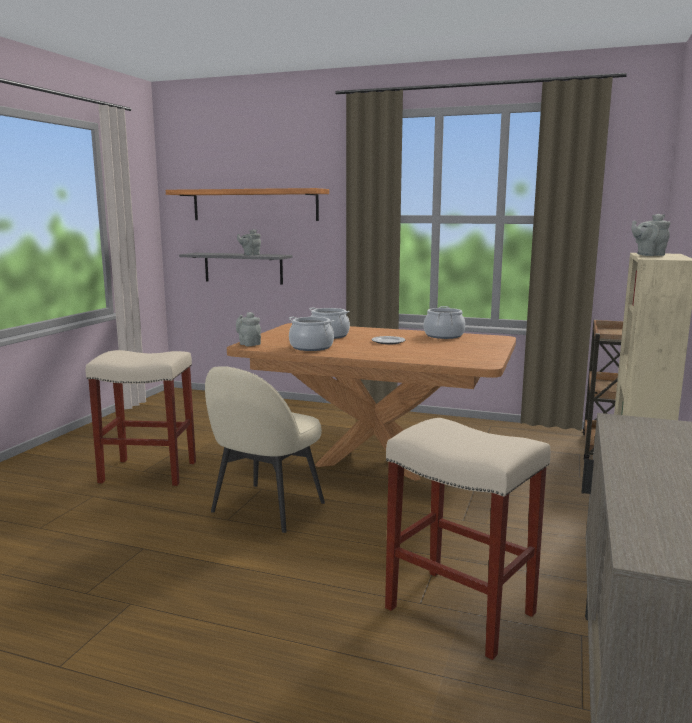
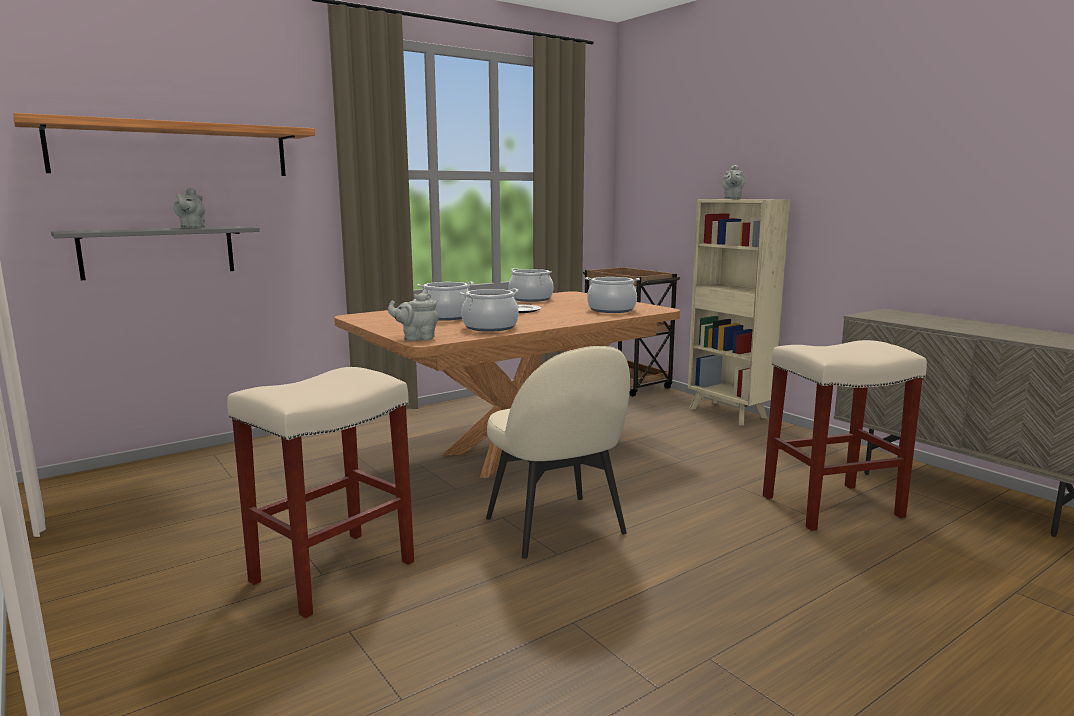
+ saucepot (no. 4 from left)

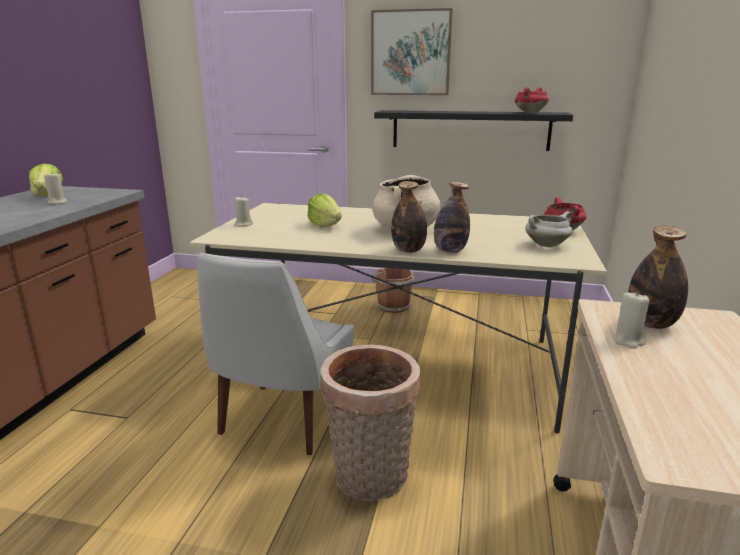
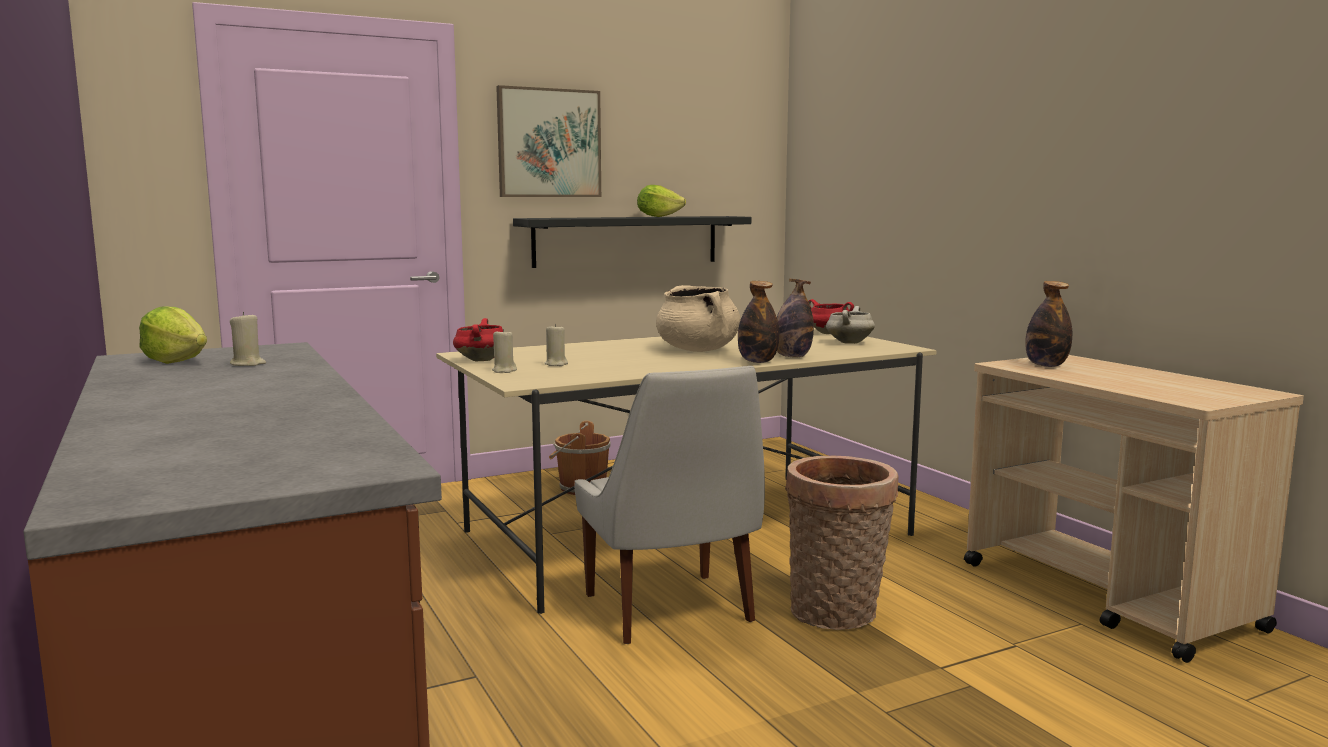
~ lettuce head (no. 2 from left)
~ saucepot in red (no. 1 from left)
~ candle in beige (no. 3 from left)

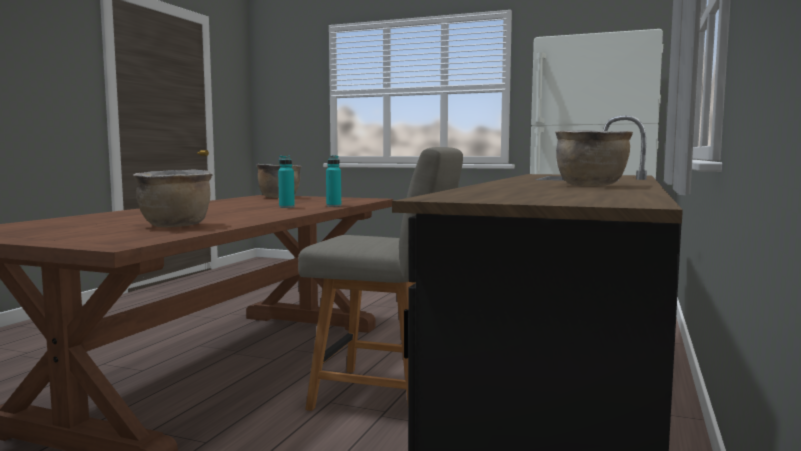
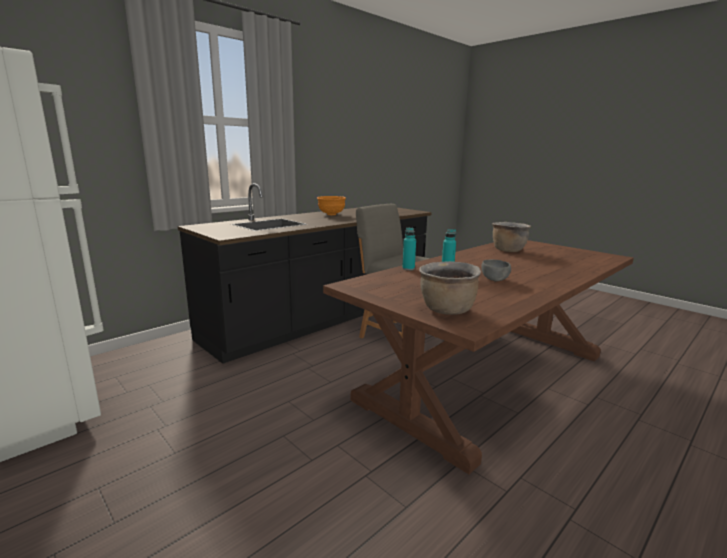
+ bowl in greyish
~ saucepot in brown (no. 3 from left) to bowl in orangey

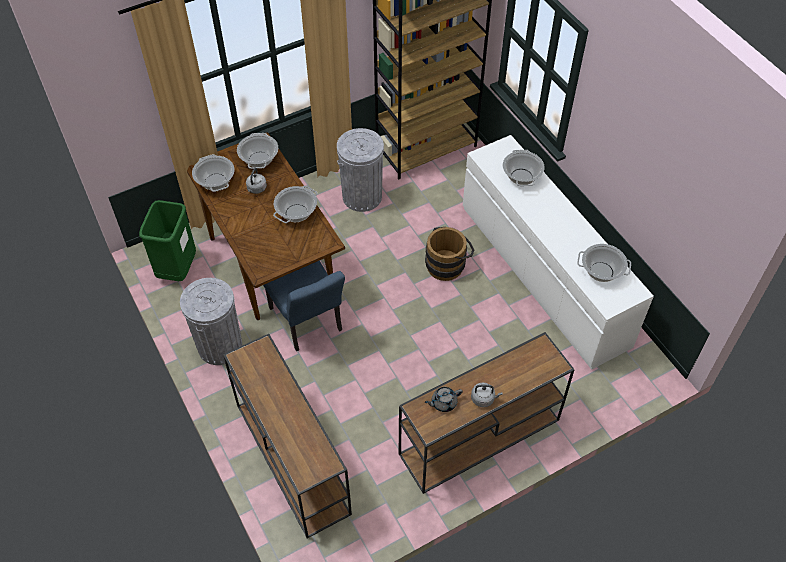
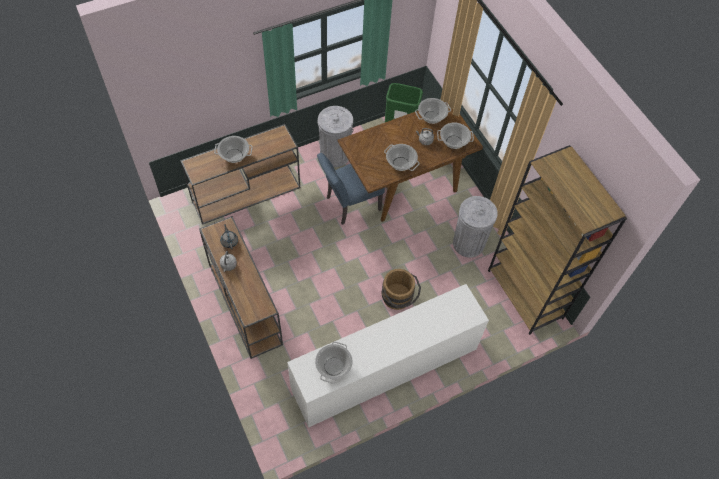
~ saucepot (no. 4 from left in the first image) to saucepot (no. 1 from left)

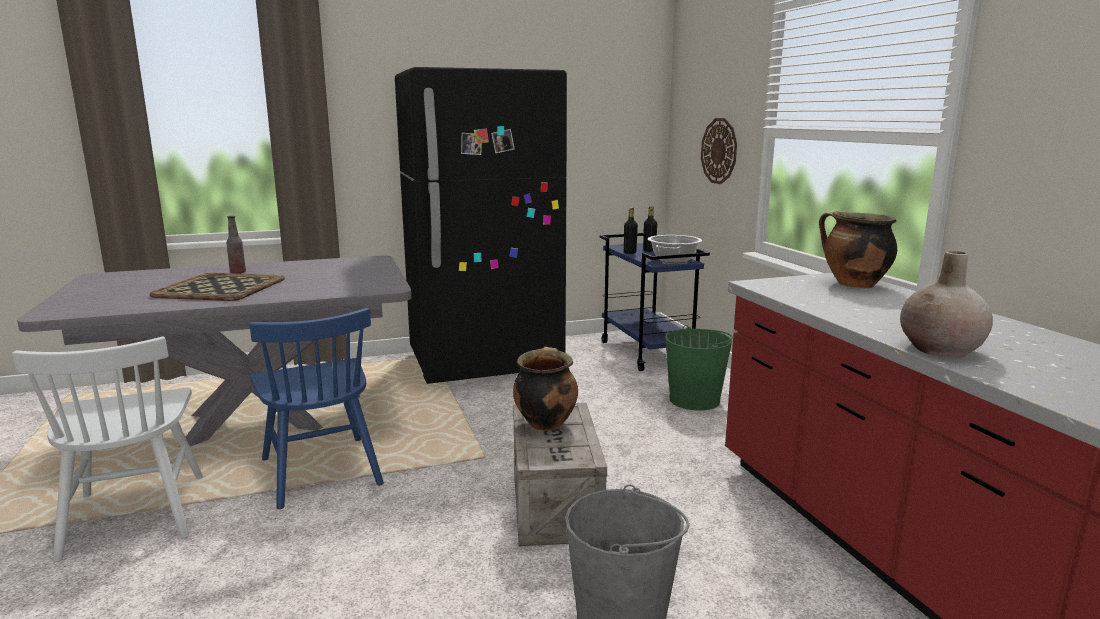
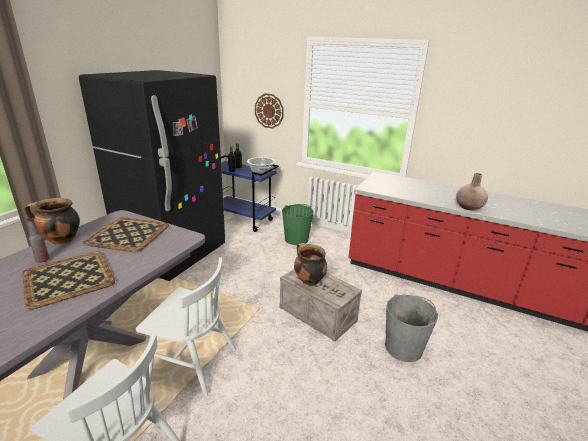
+ tray (no. 2 from left)
~ saucepot (no. 3 from left in the first image) to saucepot (no. 1 from left)
~ upright chair in blue-coloured to upright chair in white (no. 2 from left)

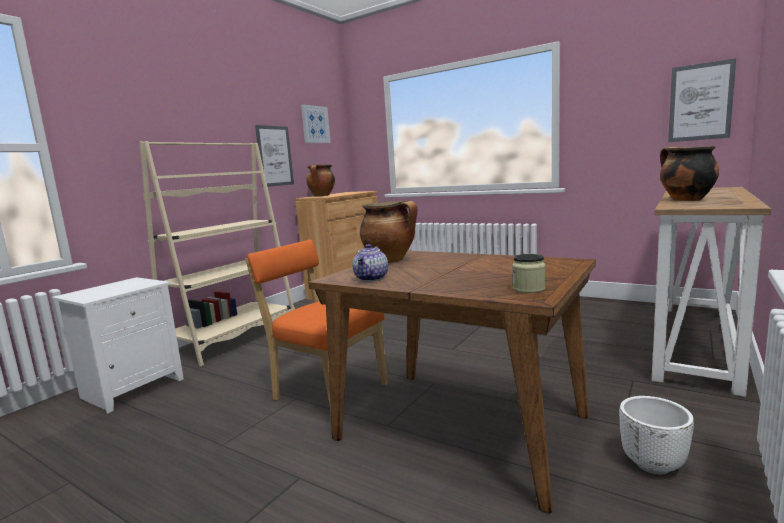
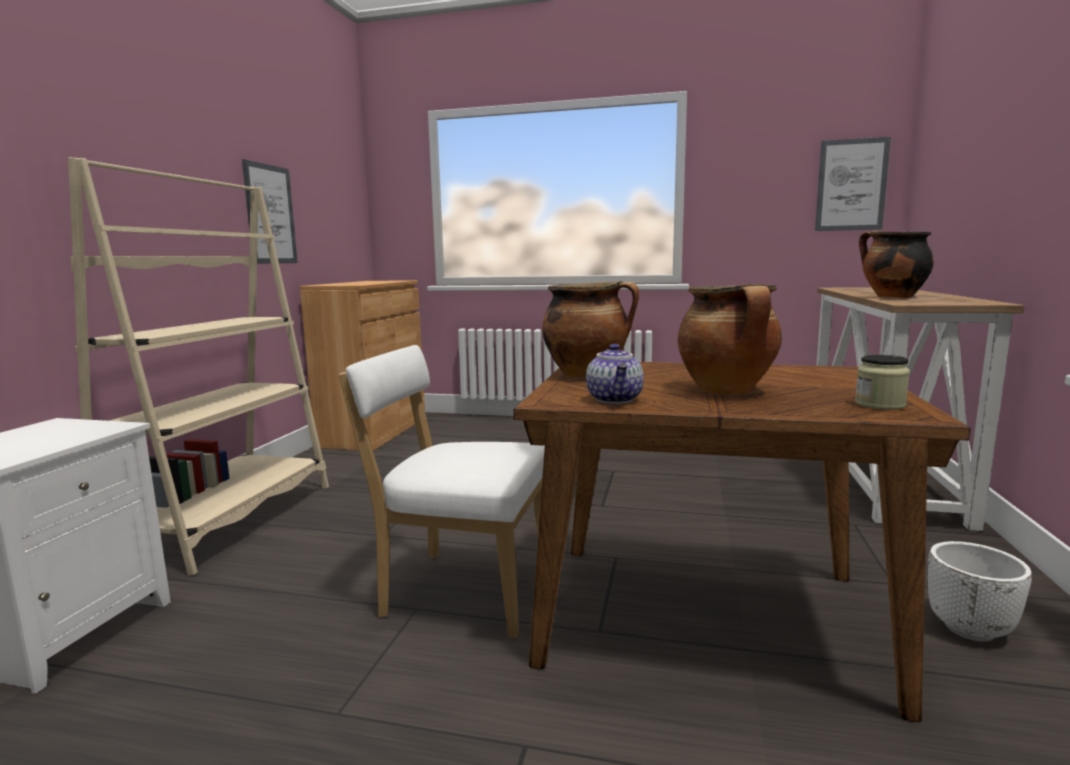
- picture (no. 2 from left)
~ saucepot (no. 1 from left in the first image) to saucepot (no. 2 from left)
~ upright chair in orangey to upright chair in white

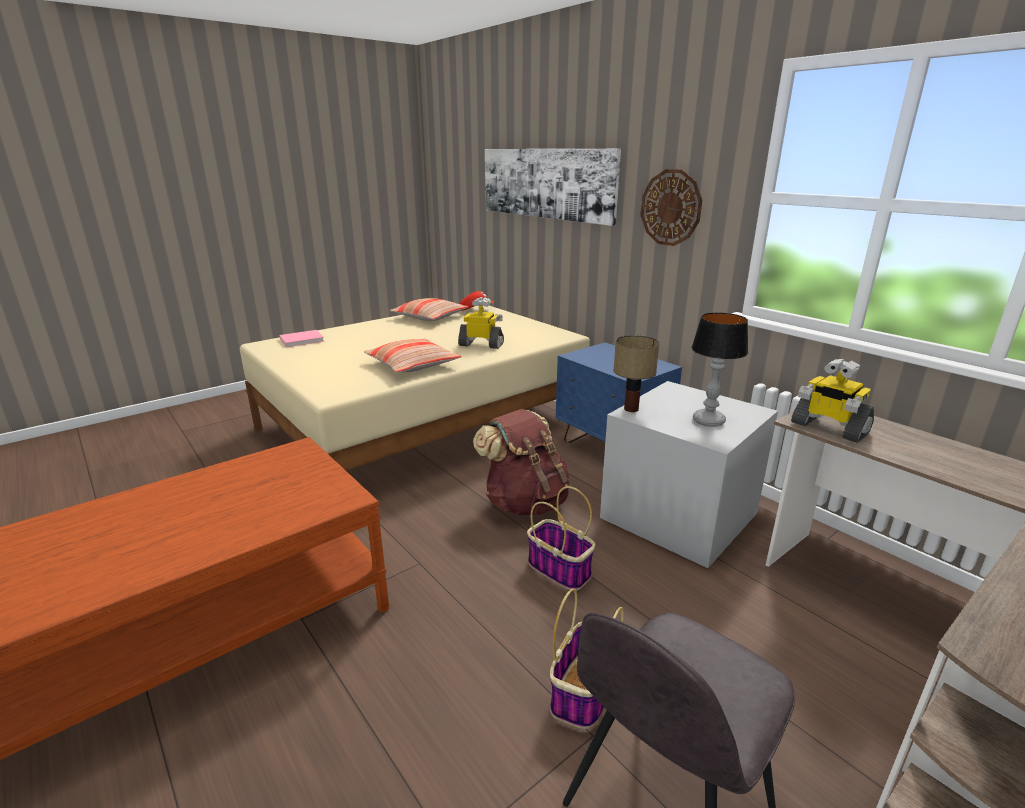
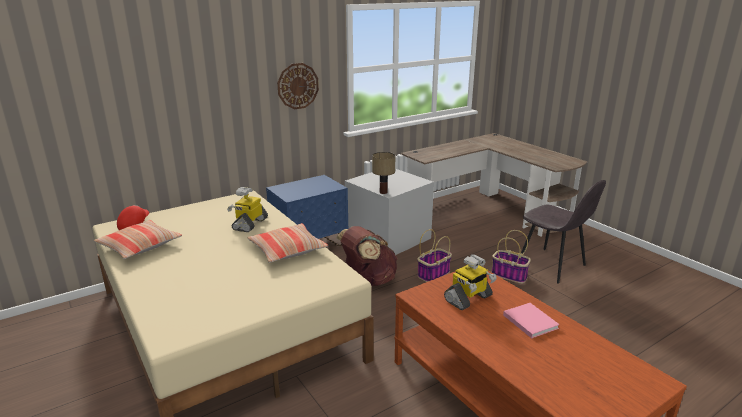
- picture
- lamp for a table (no. 2 from left)
~ book in pink
~ toy robot (no. 2 from left)

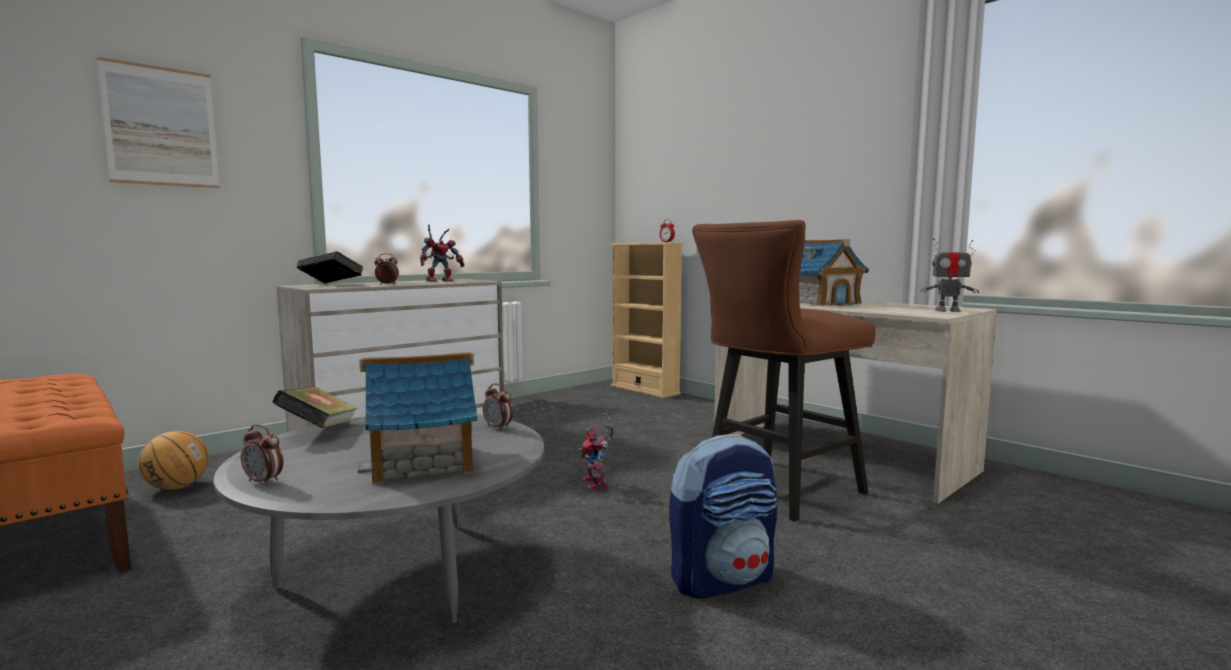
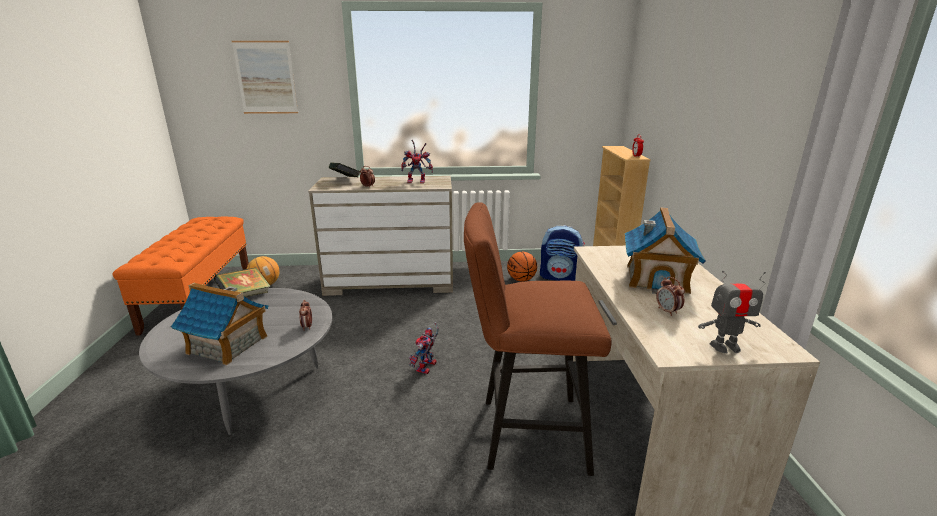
+ basketball (no. 2 from left)
~ alarm clock (no. 1 from left in the first image) to alarm clock (no. 4 from left)
~ backpack
~ toy robot (no. 3 from left) 60 degrees counterclockwise

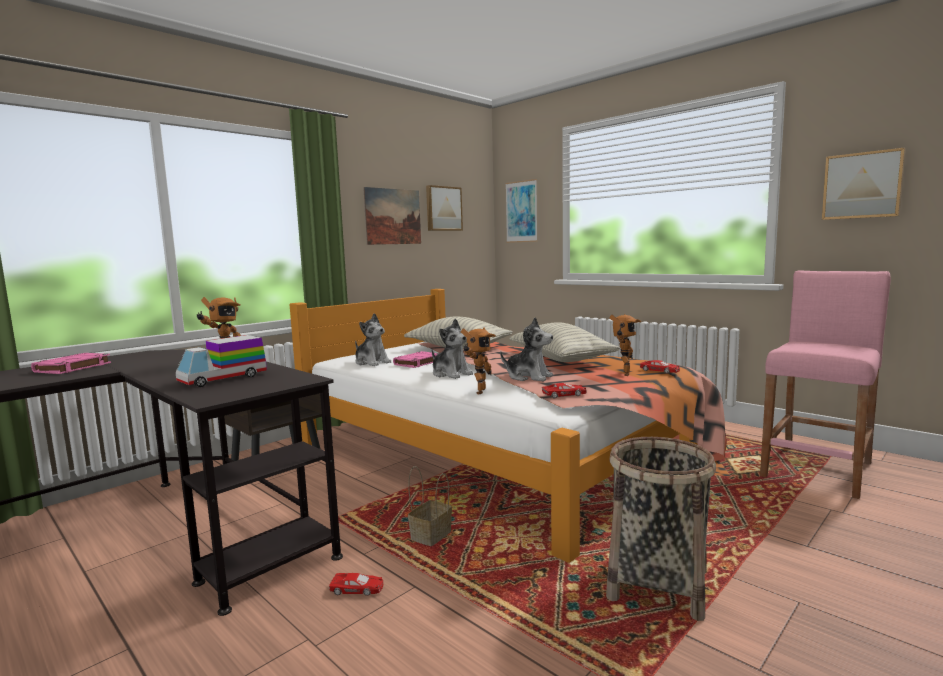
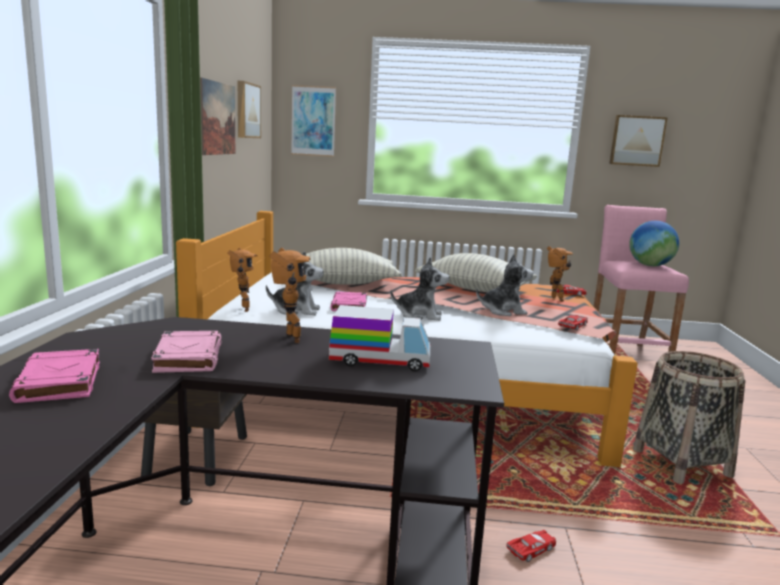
- basket (no. 1 from left)
+ book in pink (no. 2 from left)
+ globe
~ toy robot (no. 2 from left in the first image) to toy robot (no. 1 from left)
~ toy truck 90 degrees counterclockwise

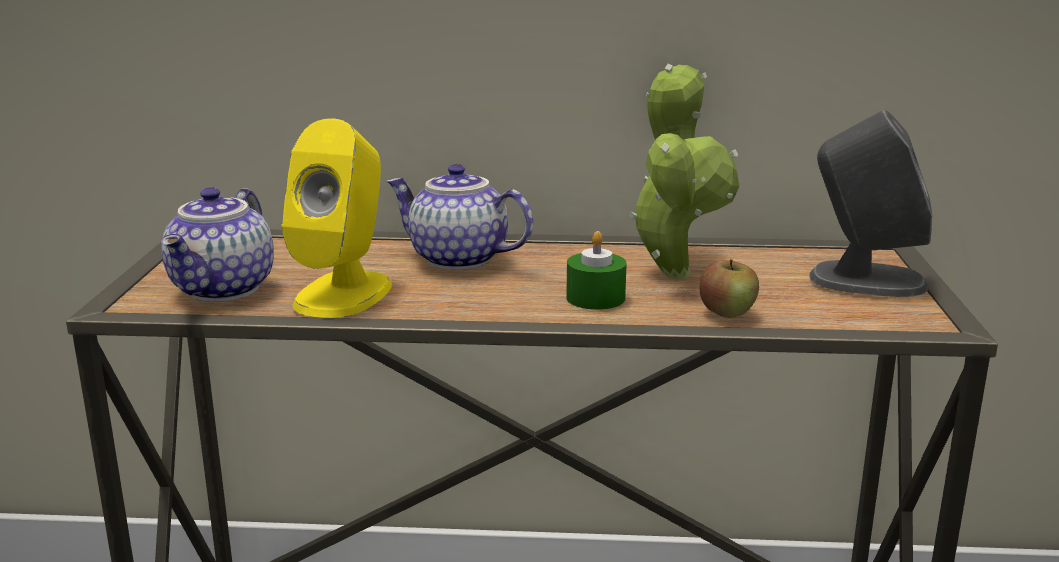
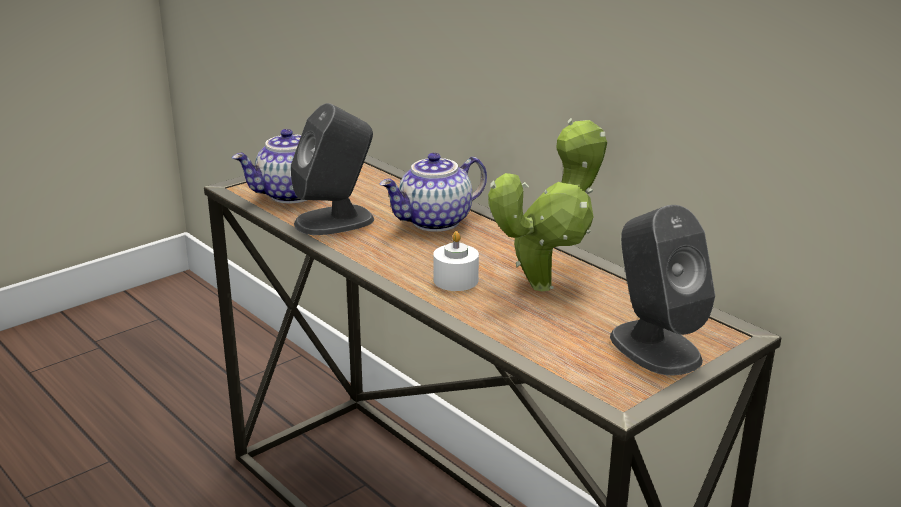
- apple
~ loudspeaker in yellow to loudspeaker in greyish (no. 1 from left)
~ candle in green to candle in white
~ pot for tea (no. 2 from left) 105 degrees counterclockwise

